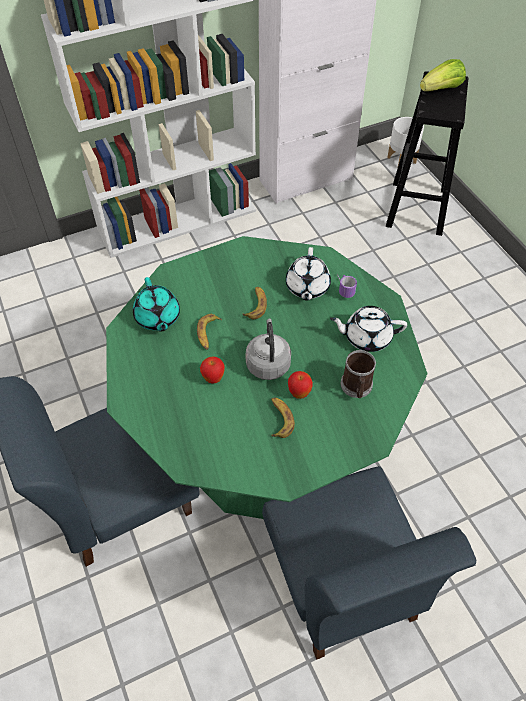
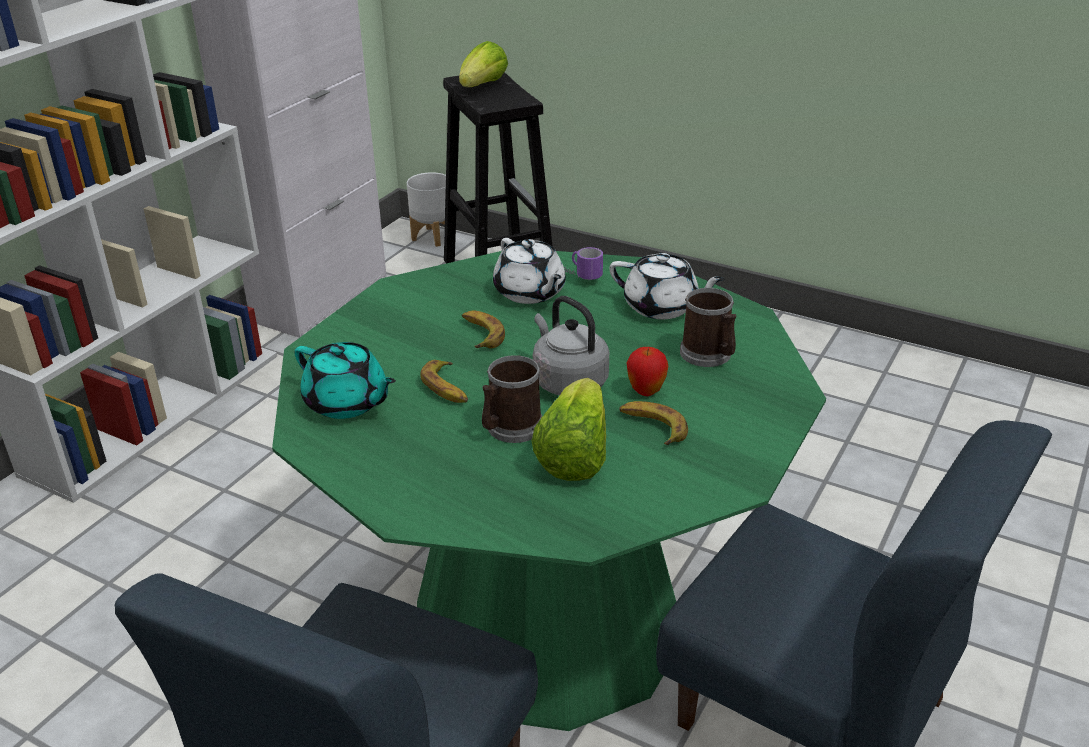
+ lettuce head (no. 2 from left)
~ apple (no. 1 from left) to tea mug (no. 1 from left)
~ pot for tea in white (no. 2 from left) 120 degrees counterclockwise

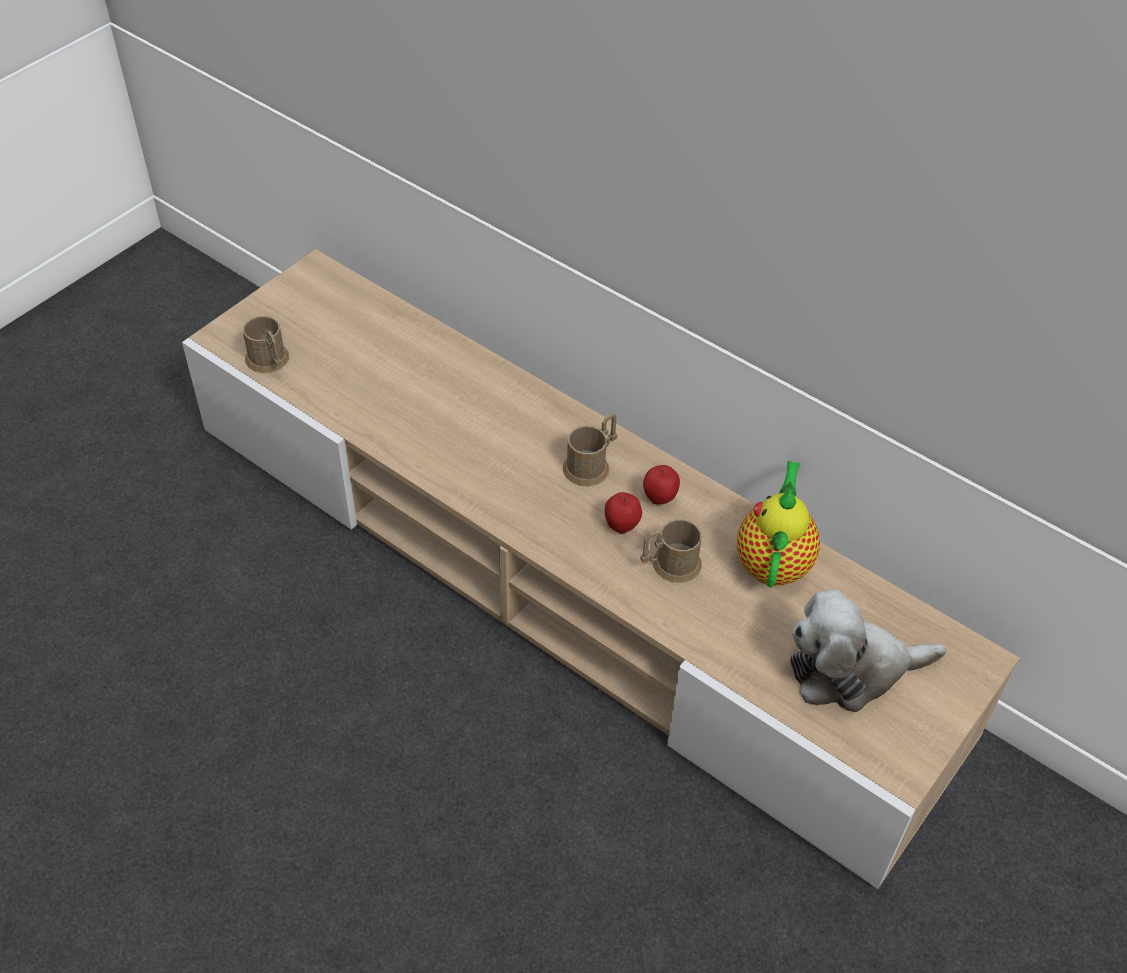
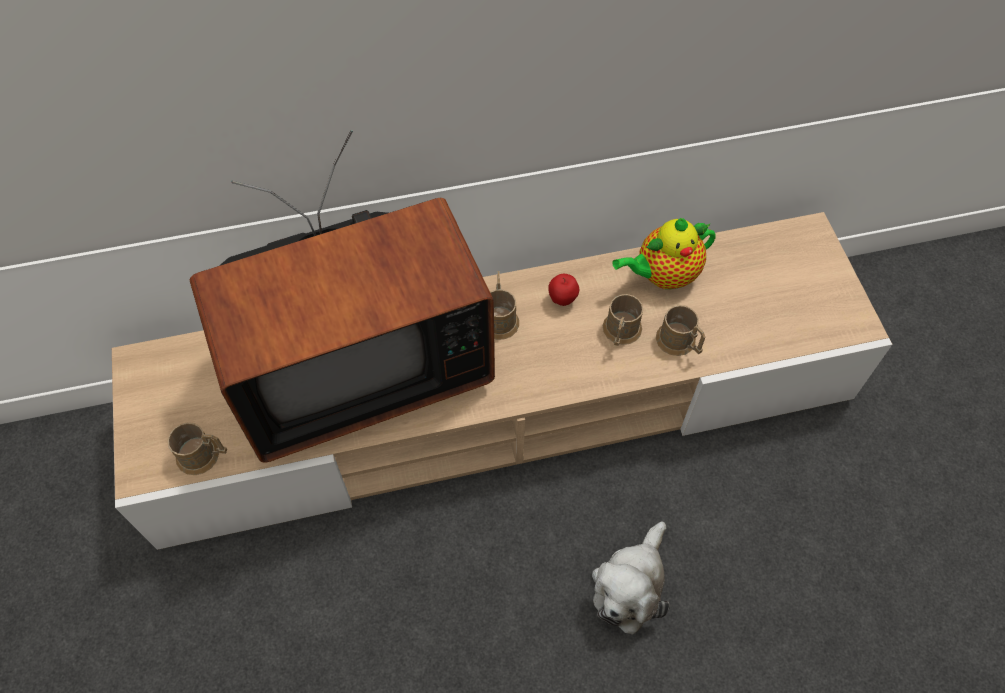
- apple (no. 1 from left)
+ television
+ tea mug in brown (no. 4 from left)
~ cuddly toy
~ pot for tea 75 degrees counterclockwise

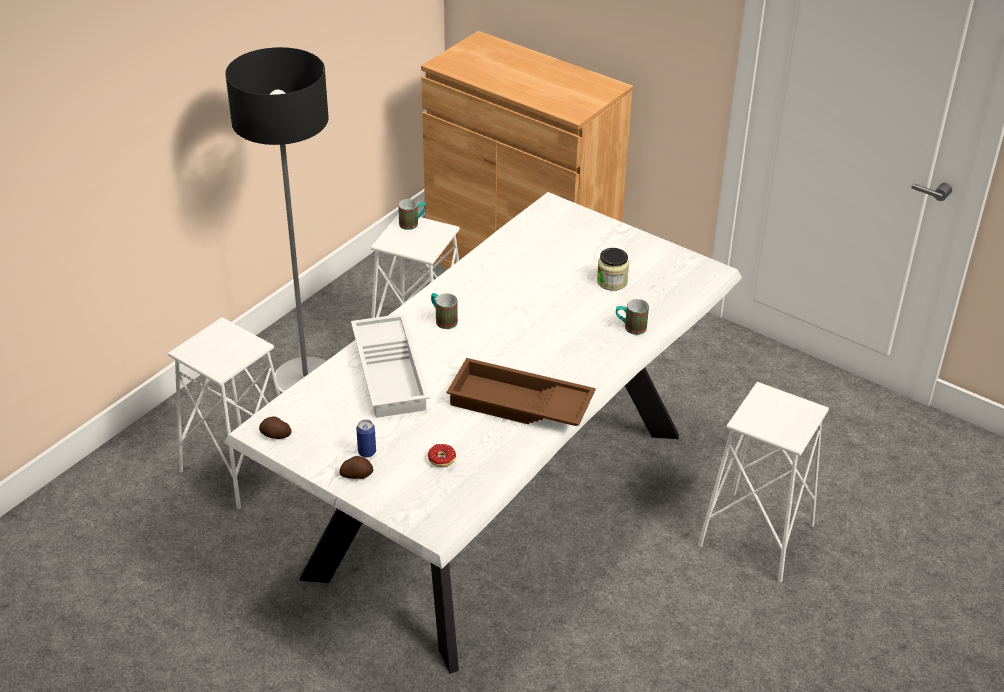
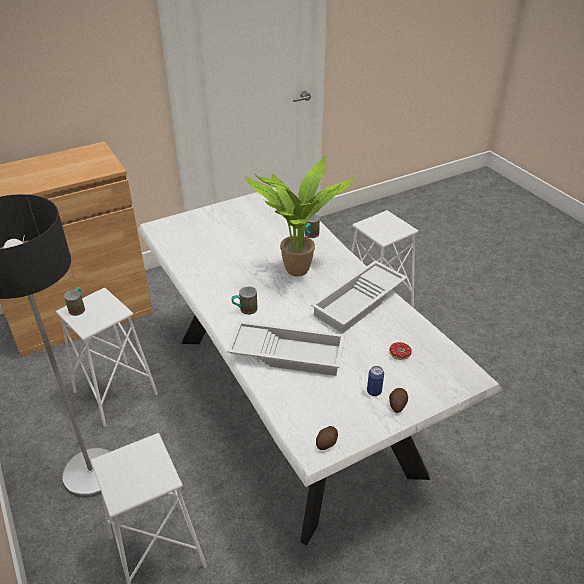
- jar
+ potted plant
~ tray in brown to tray in white (no. 2 from left)

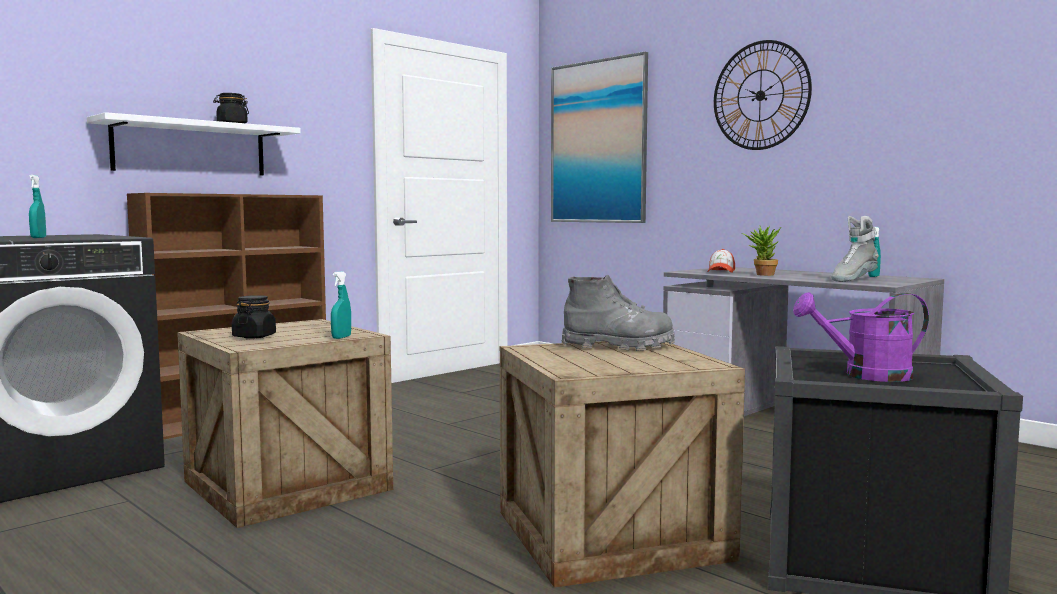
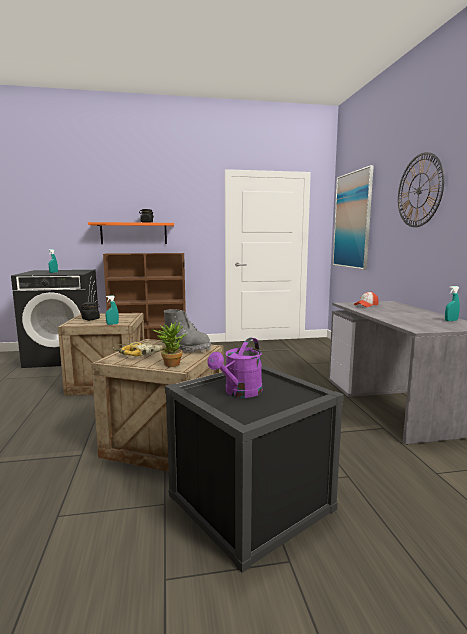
- high-top boot in greyish (no. 2 from left)
+ power drill
~ potted plant
~ shelf in white to shelf in orangey
~ watering can in purple-coloured 90 degrees counterclockwise

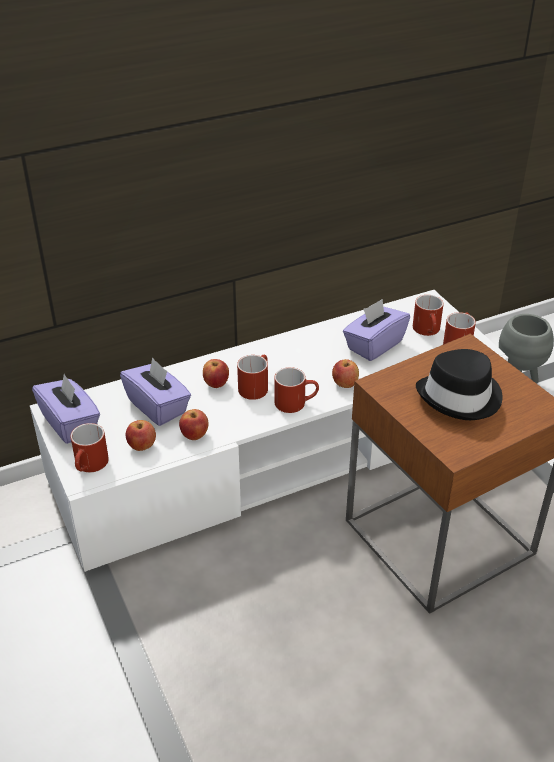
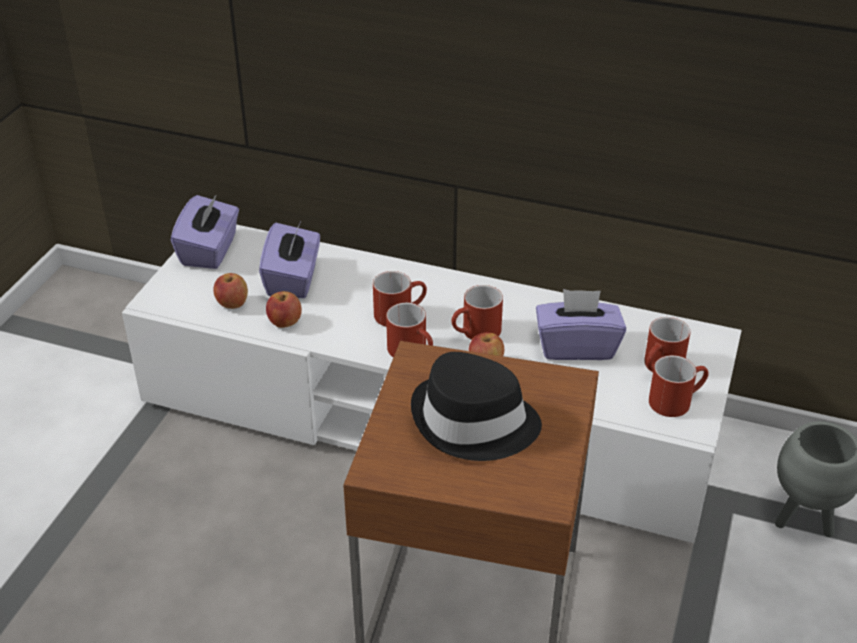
- apple (no. 3 from left)
~ tea mug in red (no. 1 from left in the first image) to tea mug in red (no. 3 from left)

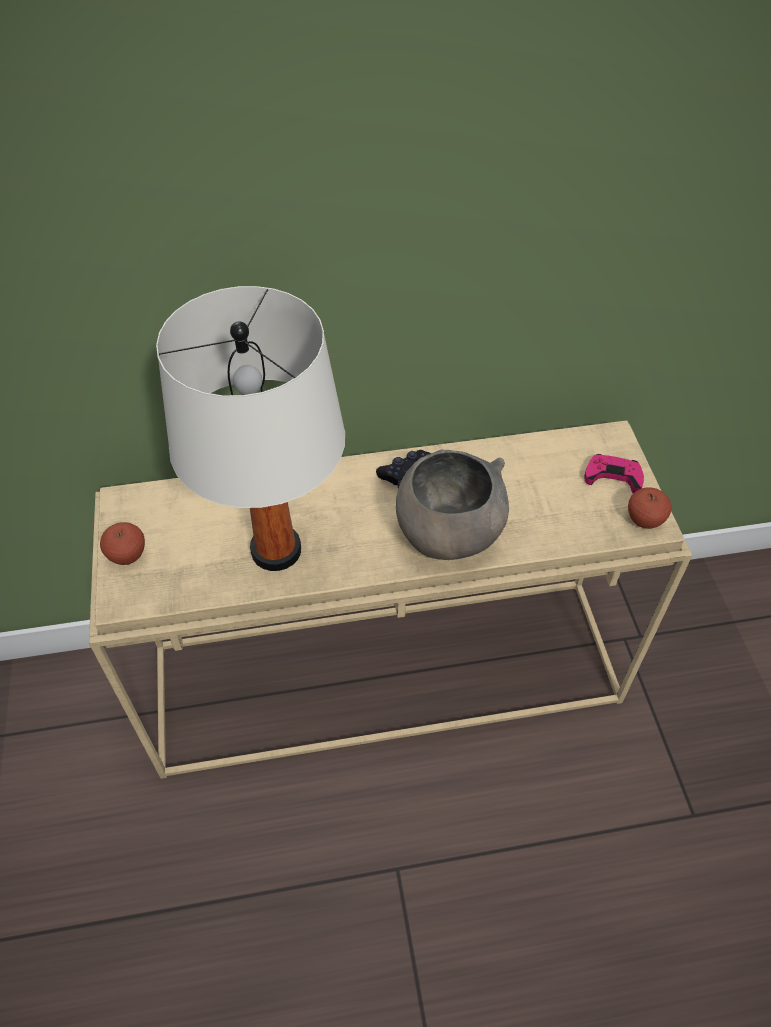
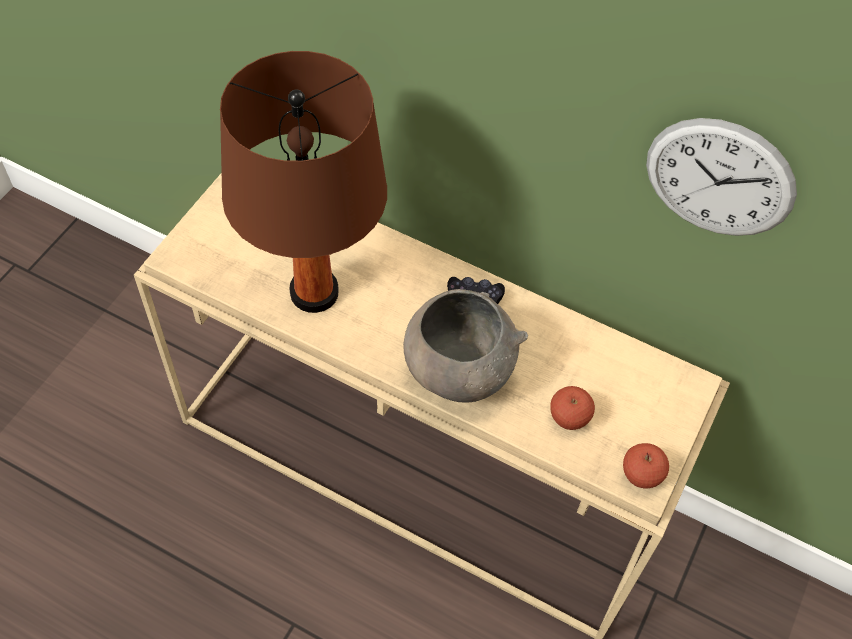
- game controller in pink
+ clock on the wall
~ apple (no. 1 from left)
~ lamp for a table in white to lamp for a table in brown

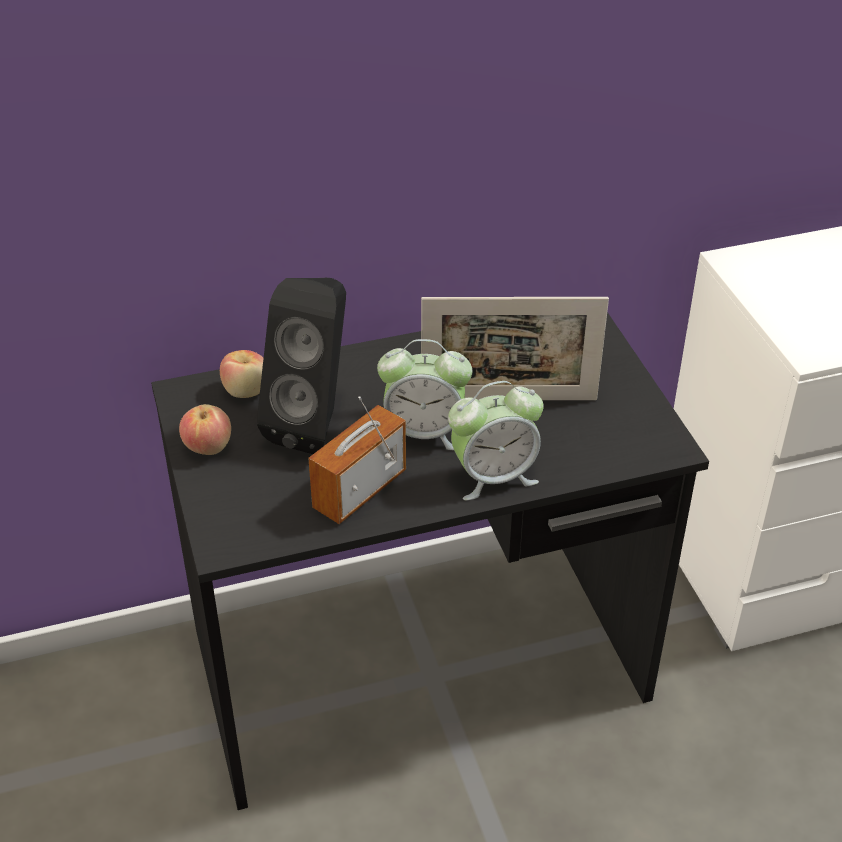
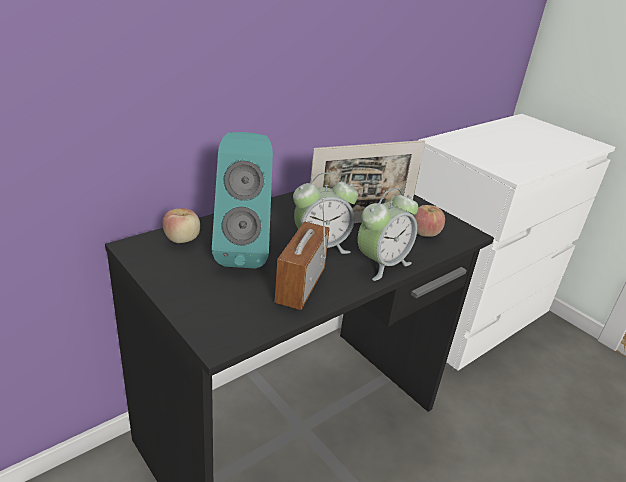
~ apple (no. 1 from left in the first image) to apple (no. 2 from left)
~ loudspeaker in black-coloured to loudspeaker in blue-green

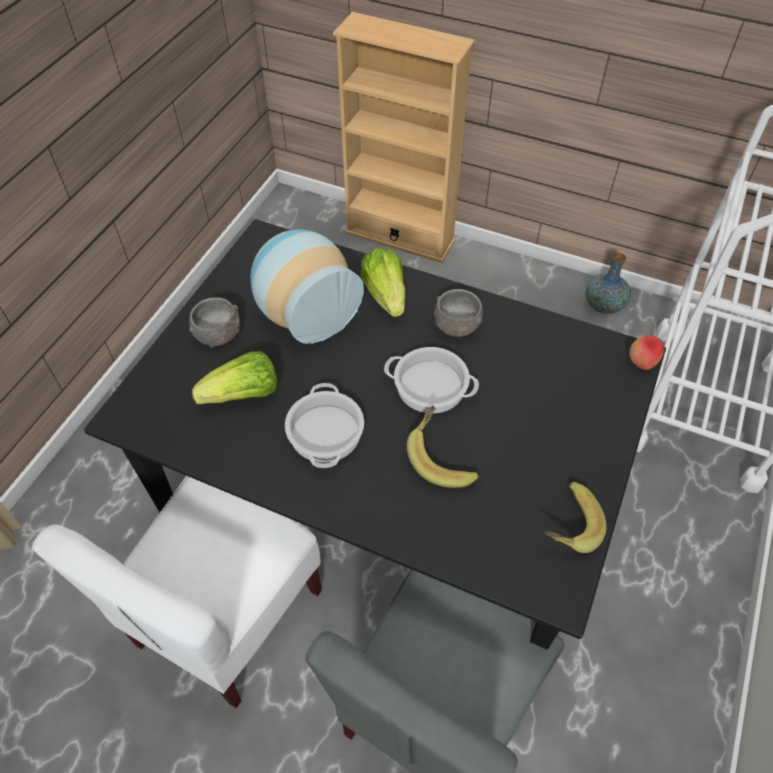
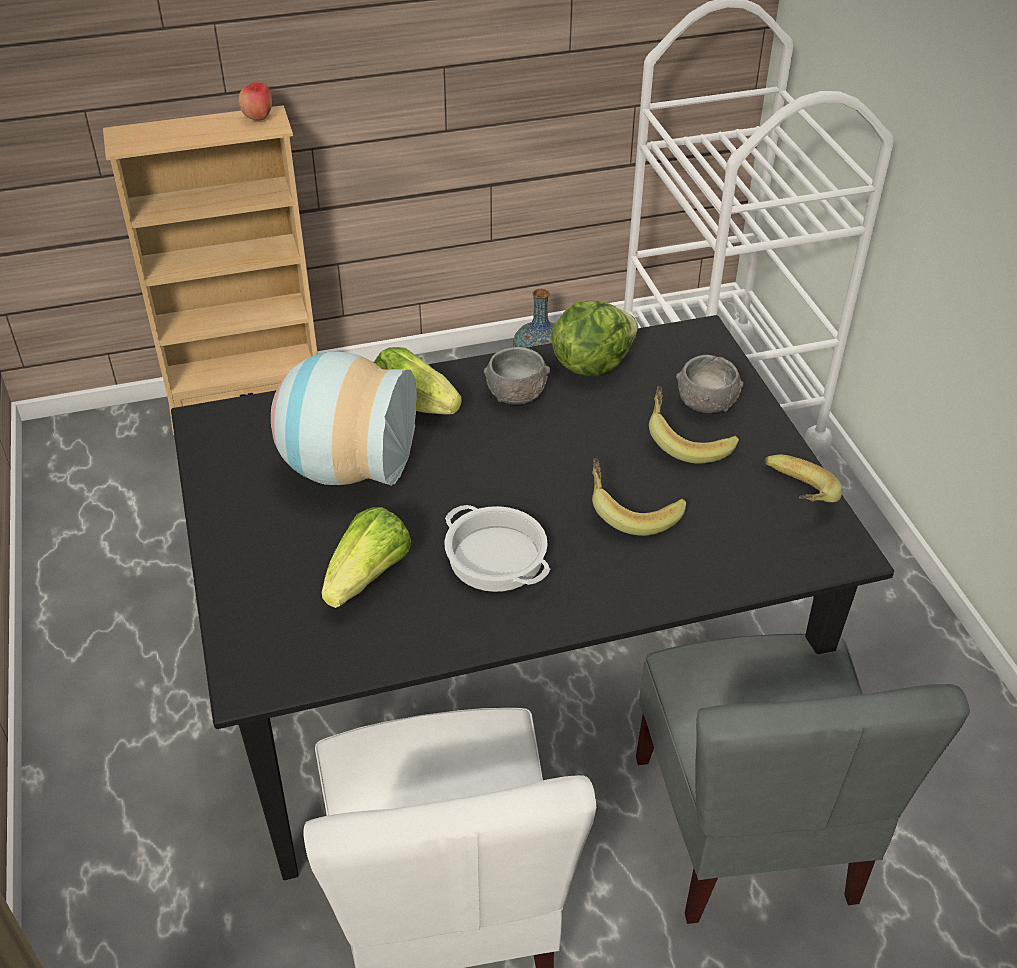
- saucepot (no. 2 from left)
+ lettuce head (no. 3 from left)
+ banana (no. 2 from left)
~ bowl in greyish (no. 1 from left in the first image) to bowl in greyish (no. 2 from left)
~ apple

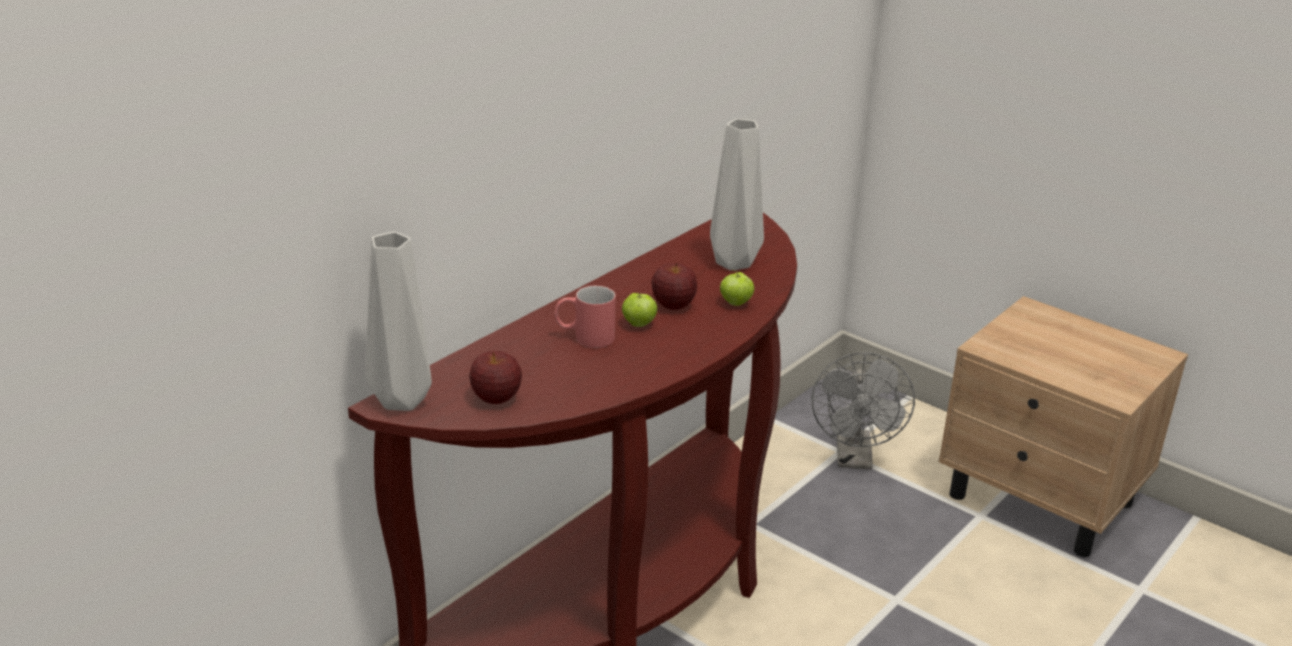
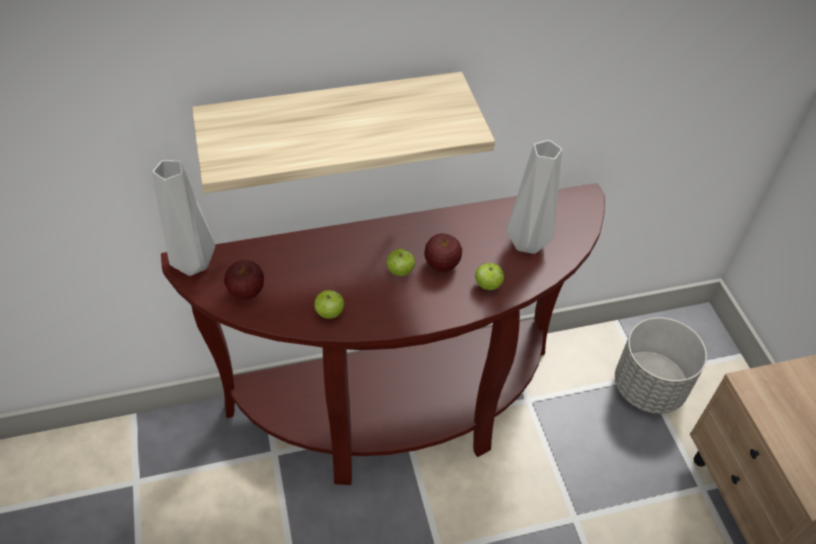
- tea mug in red
+ shelf
+ apple (no. 2 from left)
~ electric fan in greyish to plant pot in greyish

